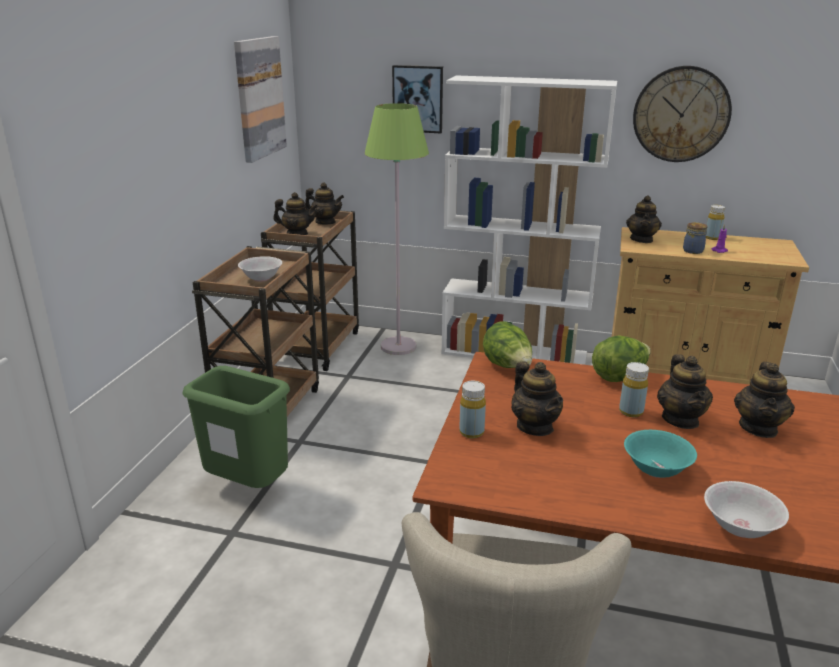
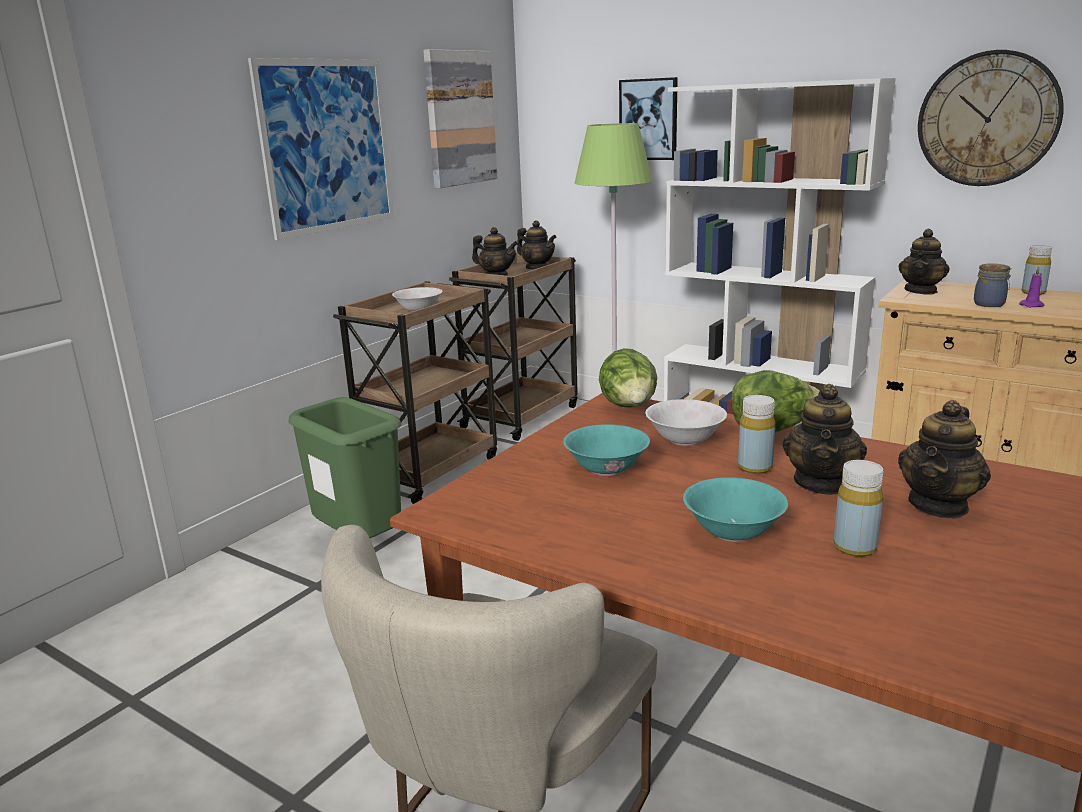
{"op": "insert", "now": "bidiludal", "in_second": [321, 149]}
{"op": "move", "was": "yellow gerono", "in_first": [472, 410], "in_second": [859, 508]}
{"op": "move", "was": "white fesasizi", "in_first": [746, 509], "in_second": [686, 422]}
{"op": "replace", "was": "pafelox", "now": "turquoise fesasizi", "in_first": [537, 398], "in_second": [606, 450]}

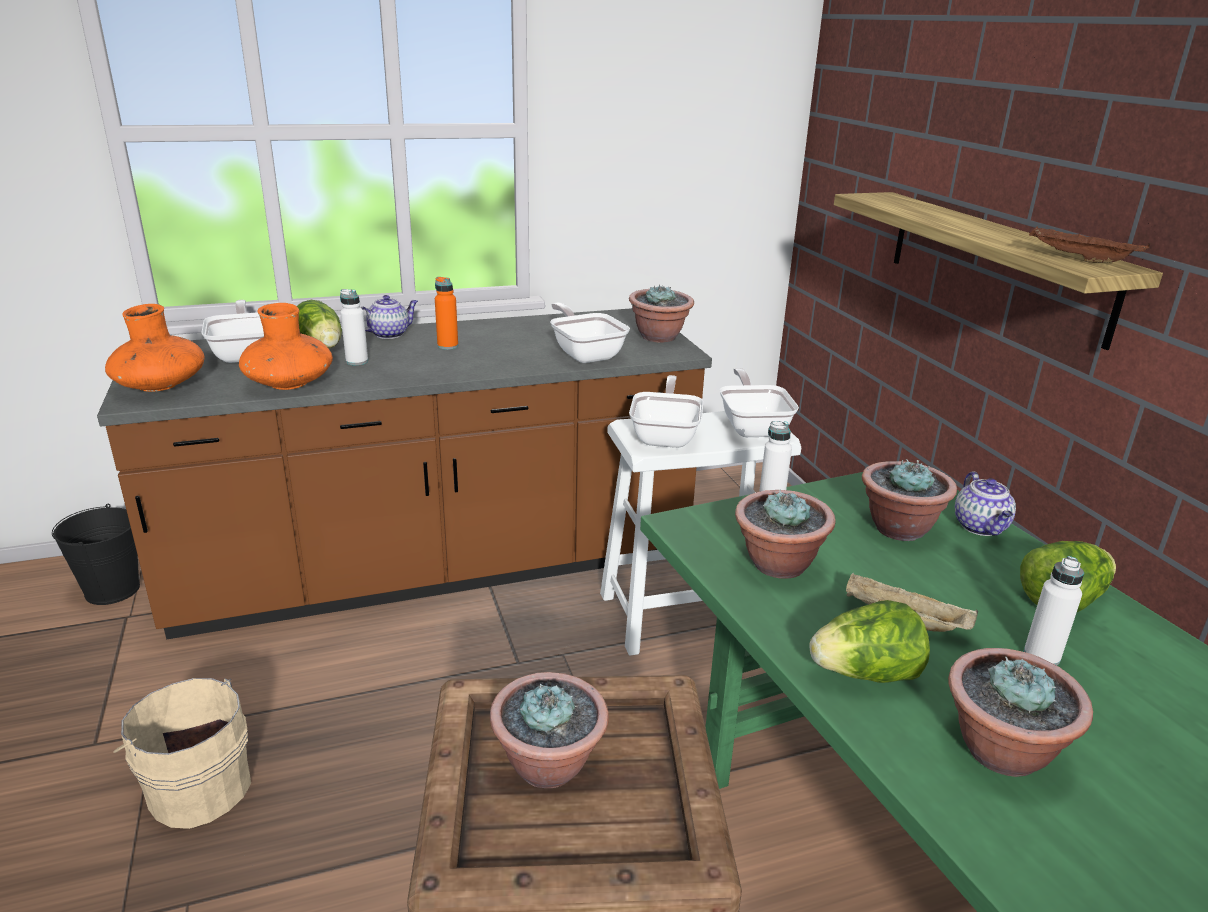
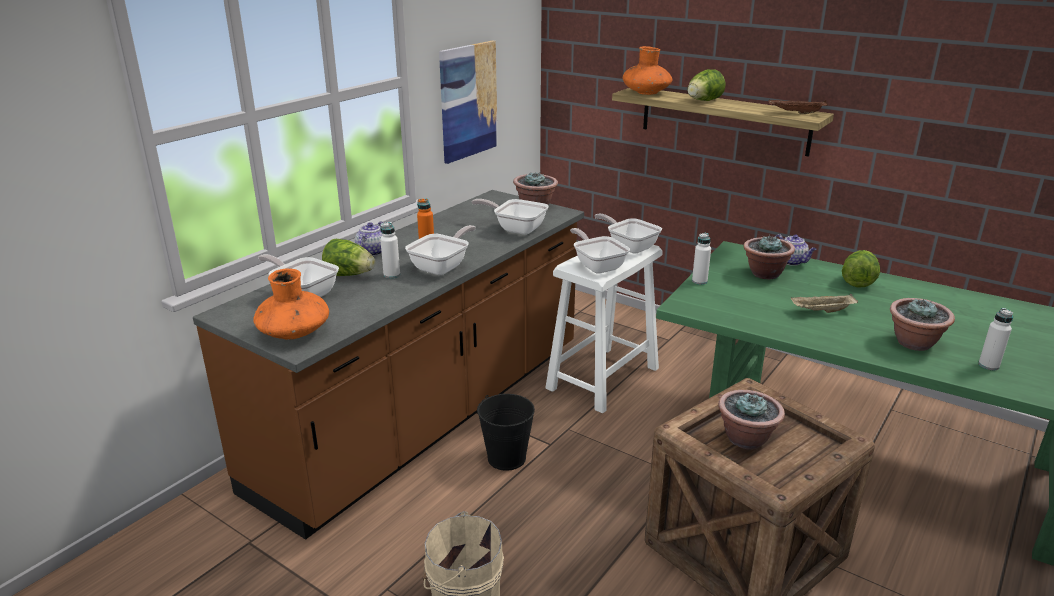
{"op": "delete", "was": "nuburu", "in_first": [785, 534]}
{"op": "insert", "now": "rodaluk", "in_second": [440, 250]}
{"op": "insert", "now": "bidiludal", "in_second": [468, 102]}
{"op": "move", "was": "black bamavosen", "in_first": [96, 554], "in_second": [506, 432]}
{"op": "move", "was": "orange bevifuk", "in_first": [286, 346], "in_second": [648, 70]}
{"op": "move", "was": "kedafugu", "in_first": [869, 641], "in_second": [706, 85]}
{"op": "move", "was": "white gerono", "in_first": [1054, 611], "in_second": [995, 339]}

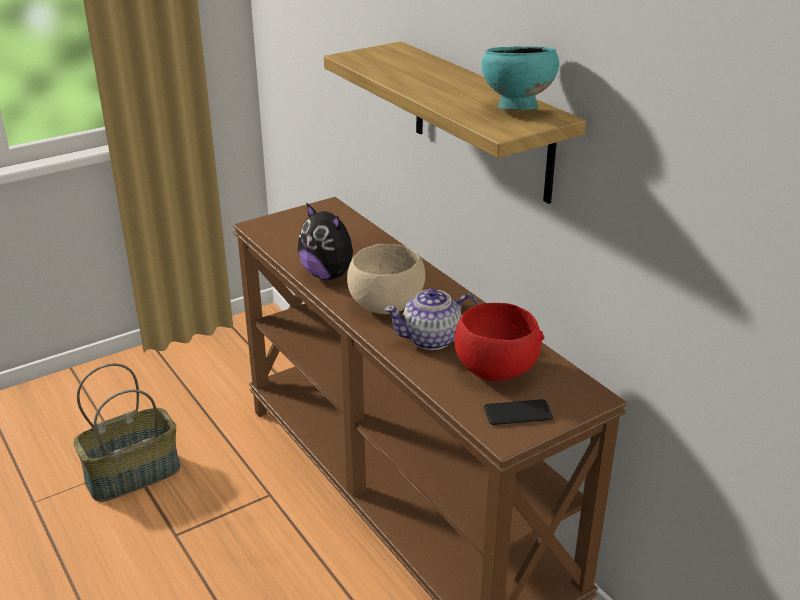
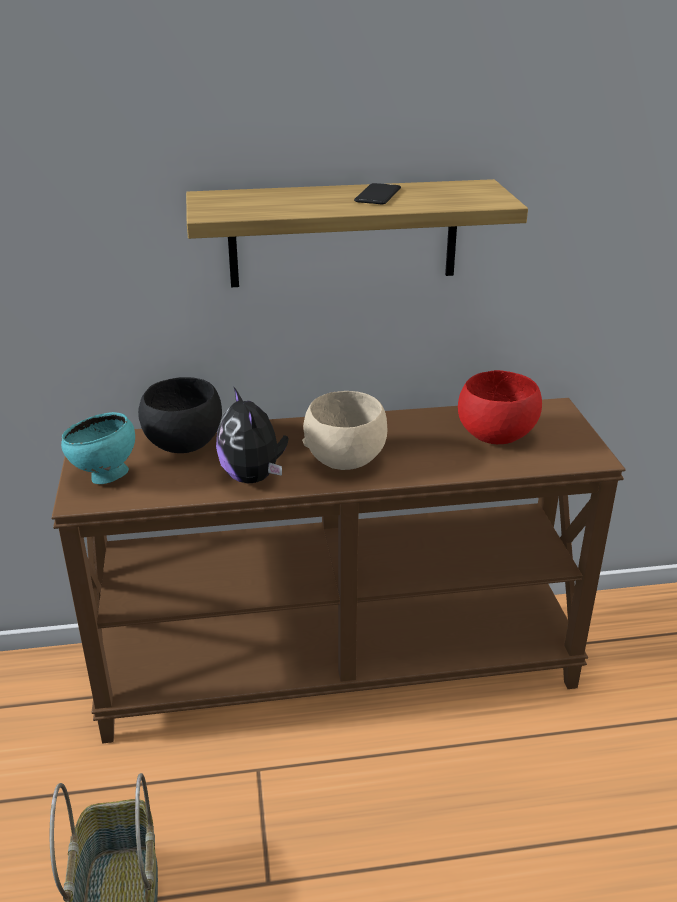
{"op": "delete", "was": "pafelox", "in_first": [431, 319]}
{"op": "insert", "now": "black fesasizi", "in_second": [180, 415]}
{"op": "move", "was": "turquoise fesasizi", "in_first": [520, 78], "in_second": [98, 448]}
{"op": "move", "was": "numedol", "in_first": [518, 412], "in_second": [377, 193]}
{"op": "rotate", "was": "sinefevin", "in_first": [325, 241], "in_second": [252, 434], "clockwise": 90}

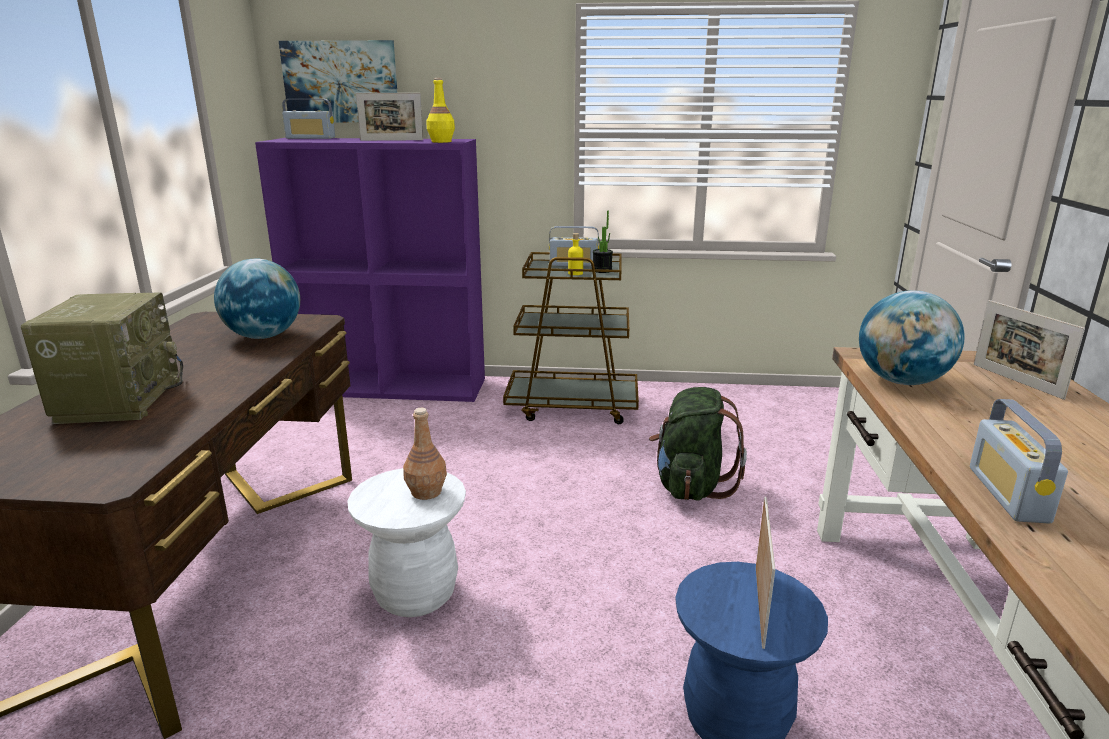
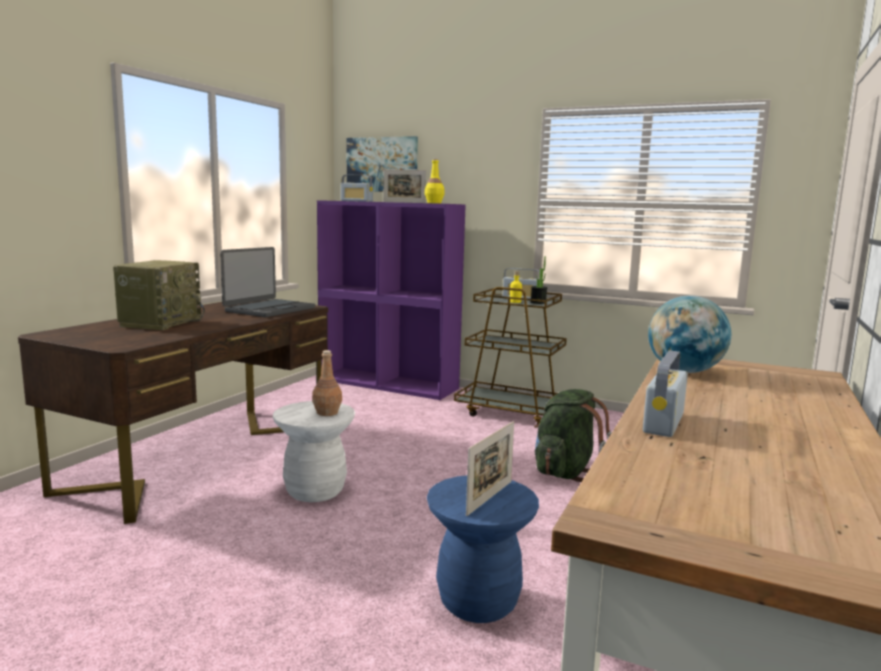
{"op": "delete", "was": "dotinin", "in_first": [1029, 350]}
{"op": "replace", "was": "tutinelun", "now": "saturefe", "in_first": [257, 298], "in_second": [267, 282]}

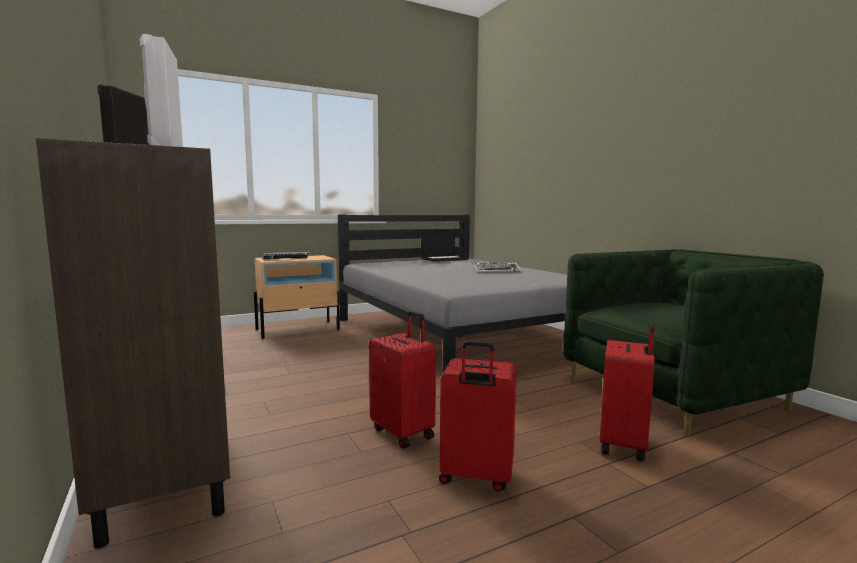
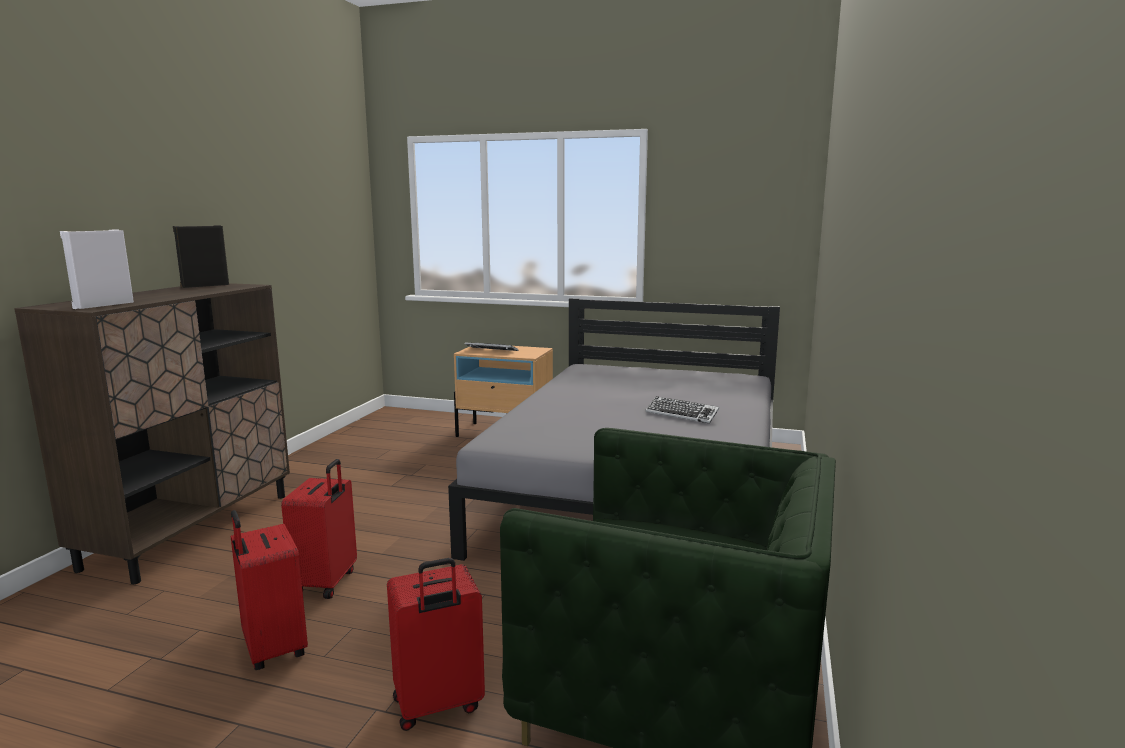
{"op": "delete", "was": "saturefe", "in_first": [445, 245]}

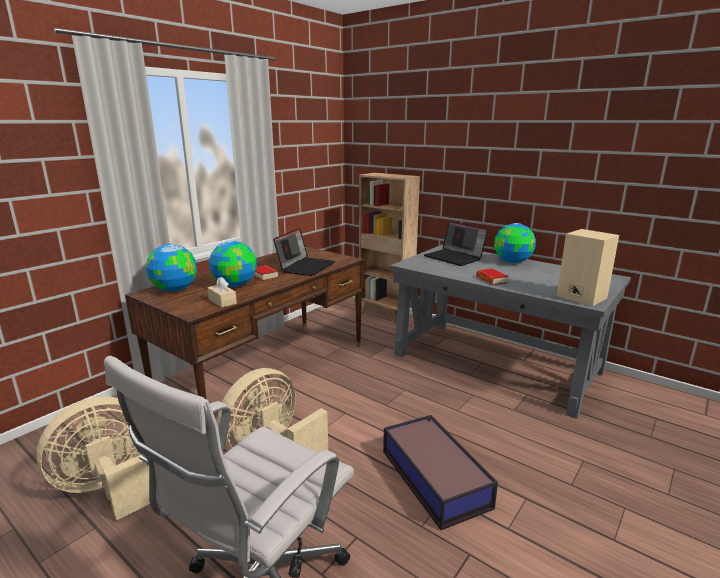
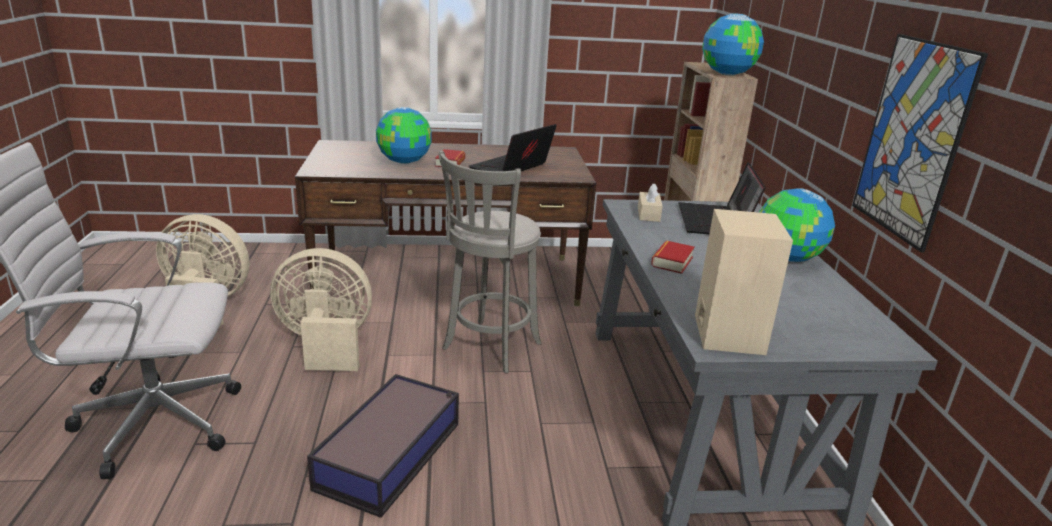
{"op": "insert", "now": "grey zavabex", "in_second": [490, 262]}
{"op": "insert", "now": "bidiludal", "in_second": [920, 143]}
{"op": "move", "was": "tutinelun", "in_first": [171, 268], "in_second": [733, 44]}
{"op": "move", "was": "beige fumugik", "in_first": [222, 292], "in_second": [650, 202]}
{"op": "rotate", "was": "saturefe", "in_first": [304, 252], "in_second": [513, 147], "clockwise": 150}

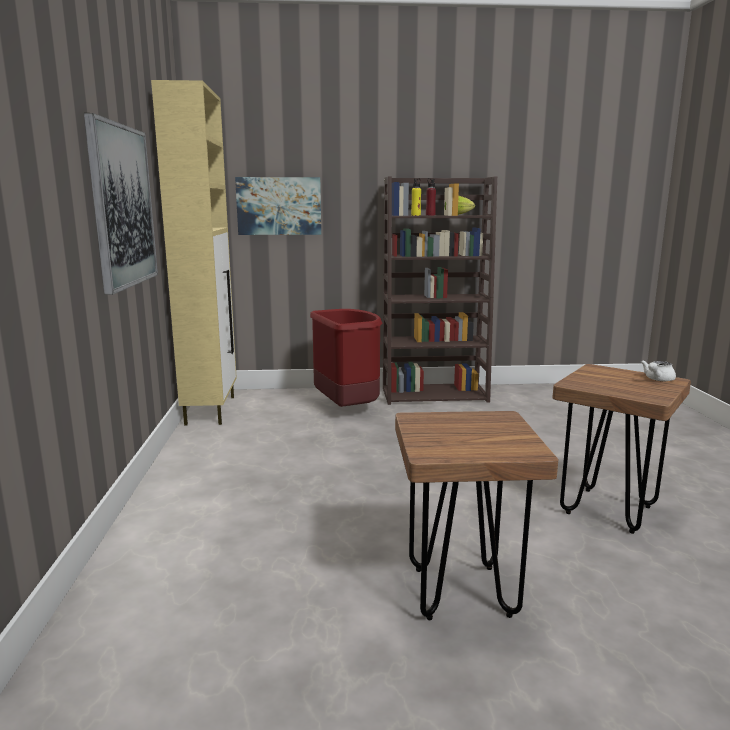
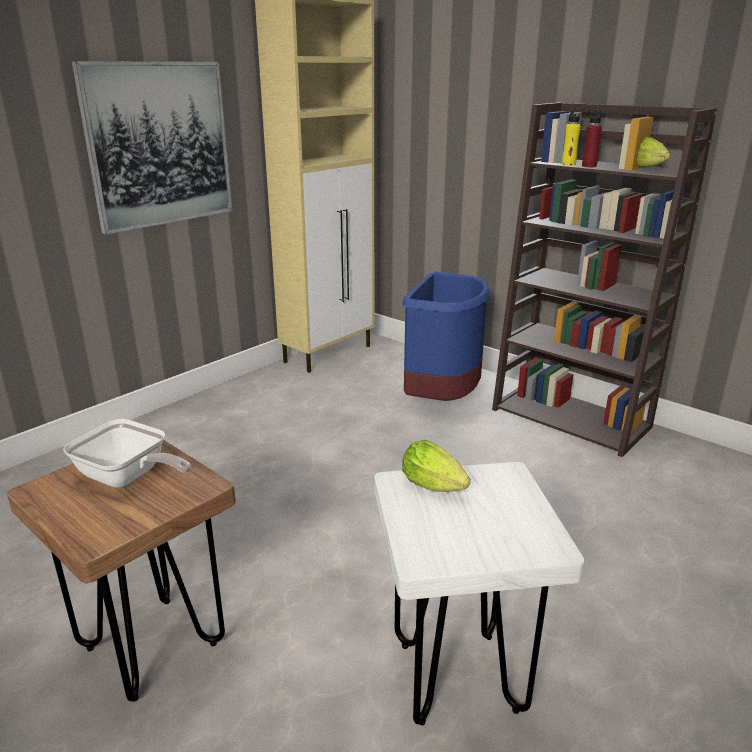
{"op": "delete", "was": "bidiludal", "in_first": [278, 206]}
{"op": "delete", "was": "white pafelox", "in_first": [658, 370]}
{"op": "insert", "now": "rodaluk", "in_second": [127, 453]}
{"op": "insert", "now": "kedafugu", "in_second": [436, 466]}
{"op": "recolor", "was": "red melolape", "now": "blue melolape", "in_first": [346, 358], "in_second": [446, 336]}
{"op": "recolor", "was": "brown zavabex", "now": "white zavabex", "in_first": [621, 449], "in_second": [479, 593]}

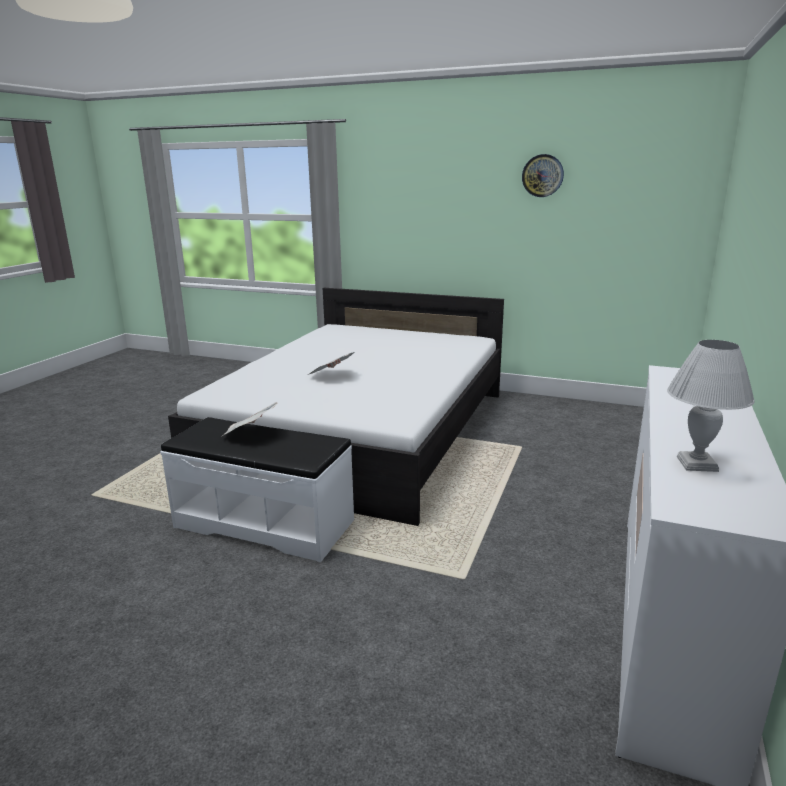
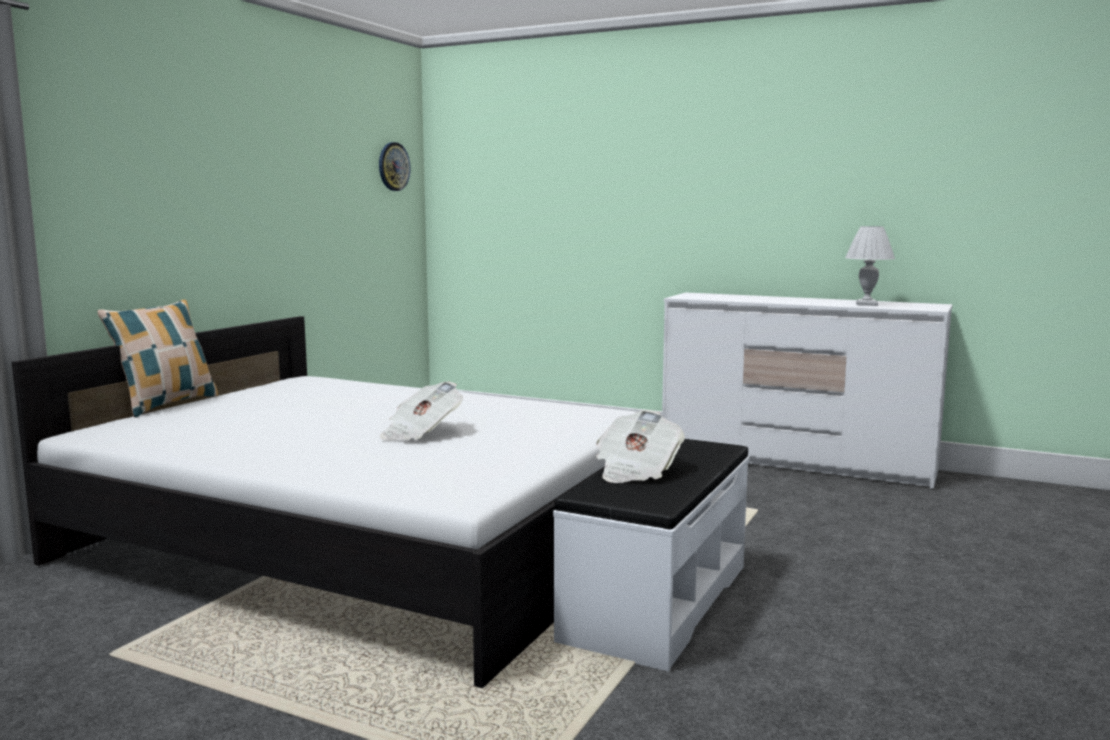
{"op": "insert", "now": "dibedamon", "in_second": [157, 358]}
{"op": "move", "was": "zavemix", "in_first": [543, 175], "in_second": [395, 166]}

